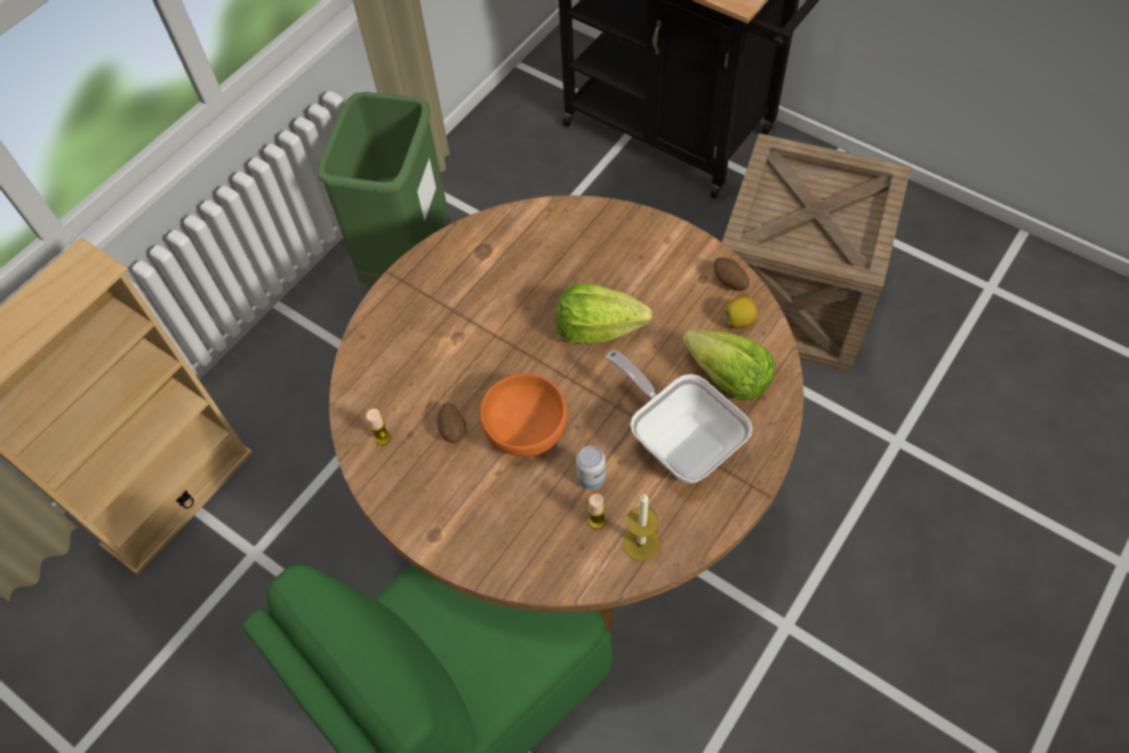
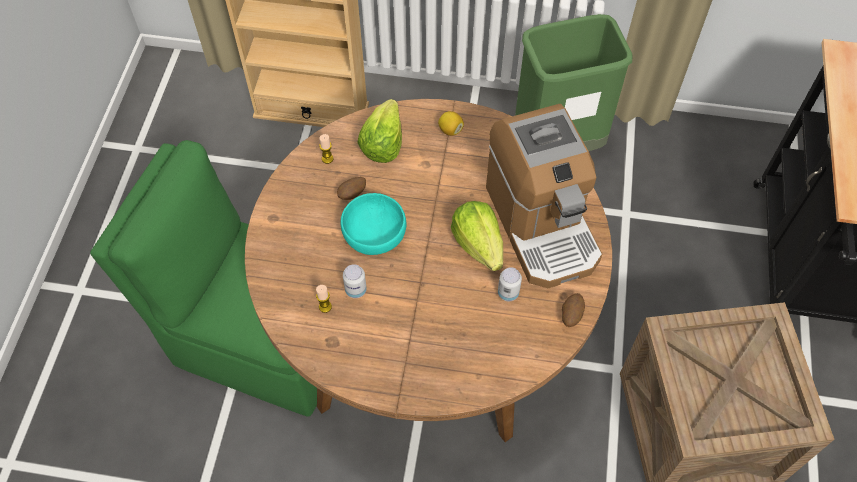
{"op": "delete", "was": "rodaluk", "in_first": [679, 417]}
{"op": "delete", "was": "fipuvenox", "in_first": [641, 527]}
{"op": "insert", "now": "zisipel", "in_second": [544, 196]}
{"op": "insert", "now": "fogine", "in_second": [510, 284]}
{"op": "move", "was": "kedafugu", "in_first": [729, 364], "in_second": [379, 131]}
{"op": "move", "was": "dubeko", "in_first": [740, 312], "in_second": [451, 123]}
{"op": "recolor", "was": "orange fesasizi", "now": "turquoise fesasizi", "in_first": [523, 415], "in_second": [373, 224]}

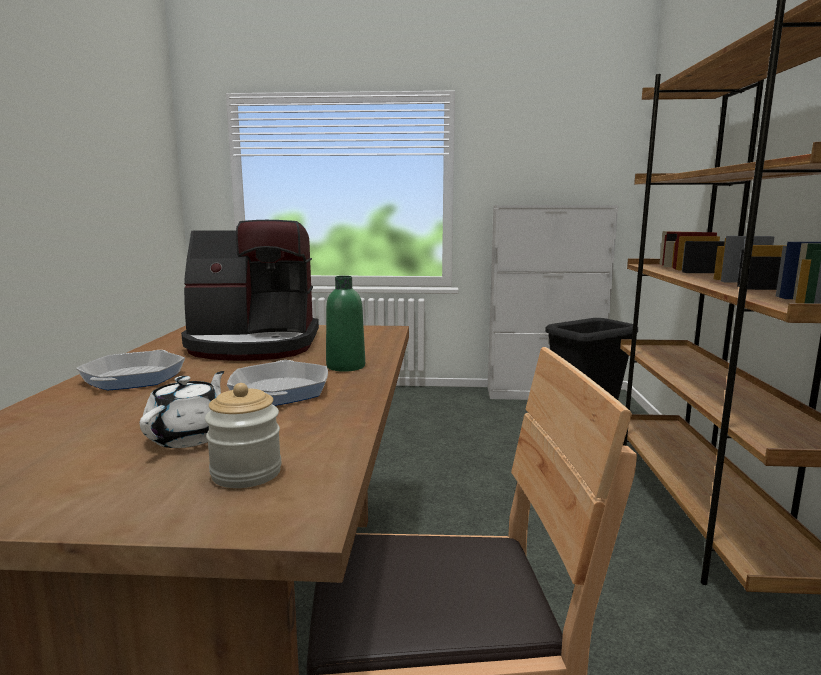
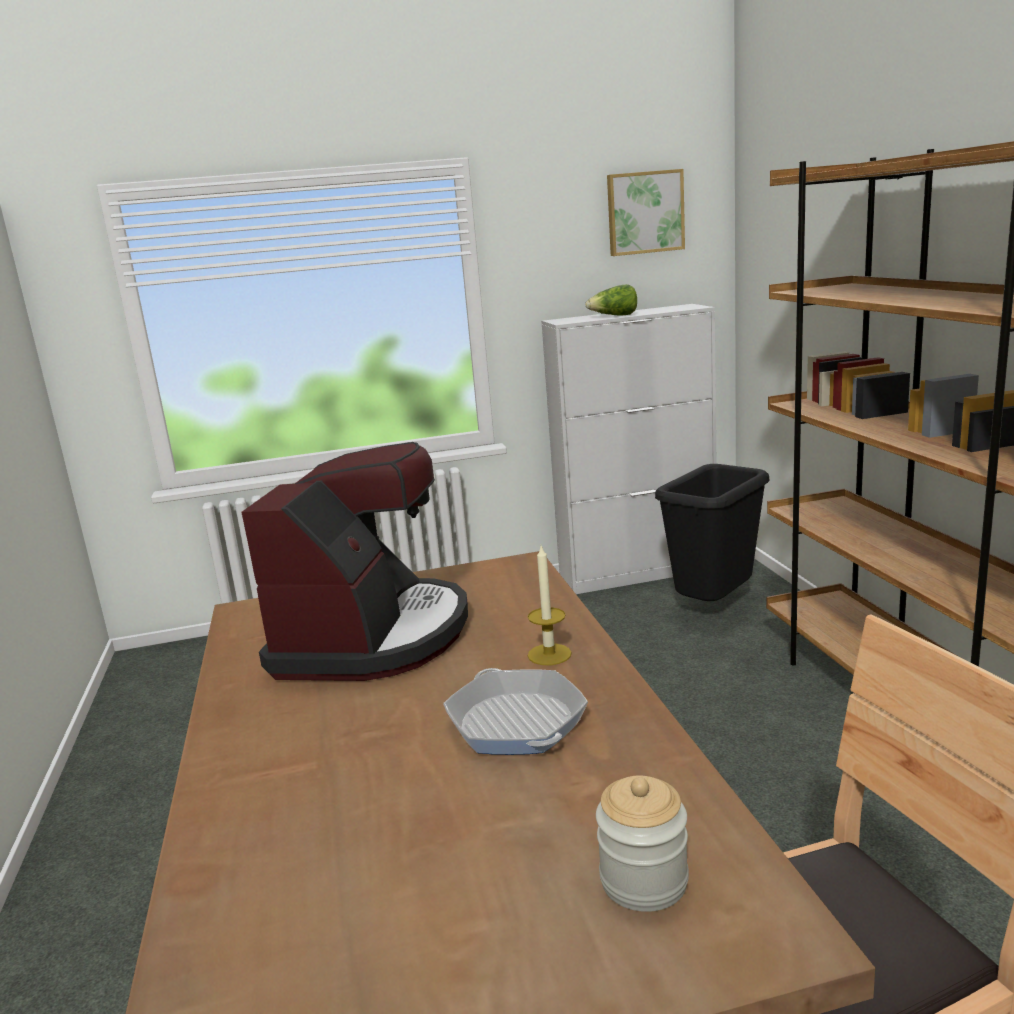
{"op": "delete", "was": "rodaluk", "in_first": [130, 370]}
{"op": "delete", "was": "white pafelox", "in_first": [182, 409]}
{"op": "insert", "now": "kedafugu", "in_second": [611, 300]}
{"op": "insert", "now": "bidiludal", "in_second": [646, 212]}
{"op": "replace", "was": "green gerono", "now": "fipuvenox", "in_first": [345, 324], "in_second": [550, 605]}
{"op": "rotate", "was": "zisipel", "in_first": [250, 290], "in_second": [354, 561], "clockwise": -60}

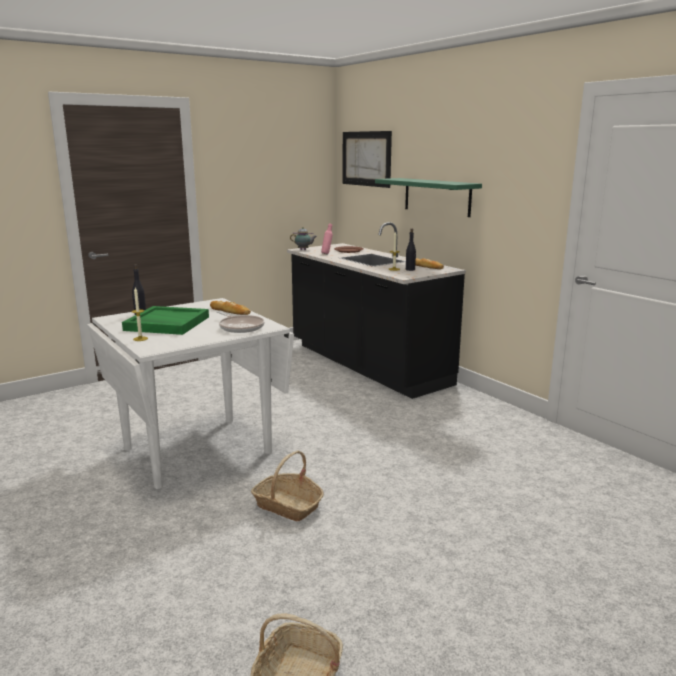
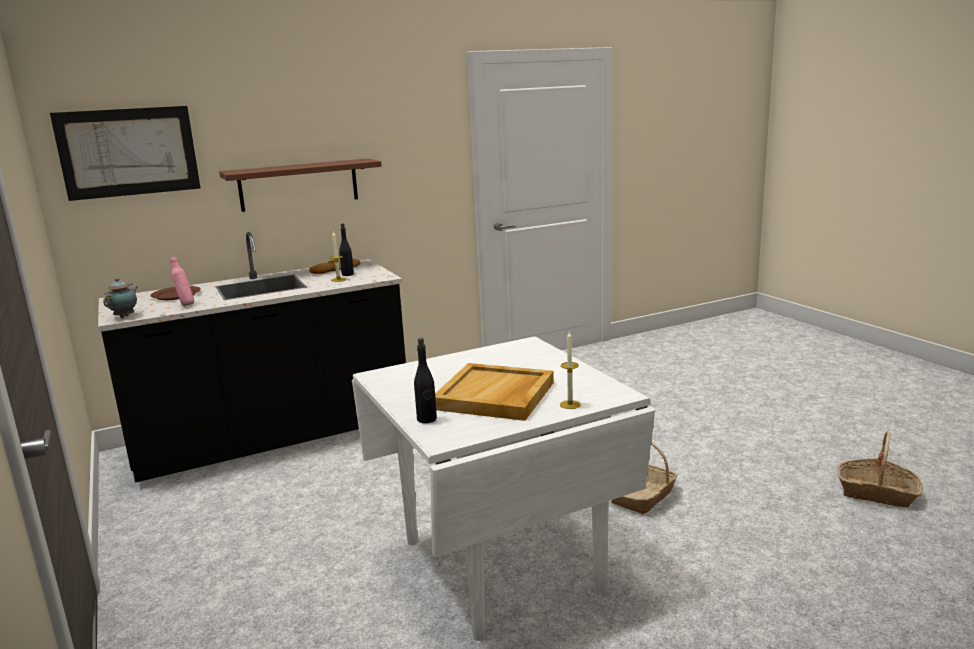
{"op": "delete", "was": "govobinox", "in_first": [230, 308]}
{"op": "delete", "was": "rodaluk", "in_first": [241, 322]}
{"op": "recolor", "was": "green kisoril", "now": "beige kisoril", "in_first": [165, 320], "in_second": [494, 392]}
{"op": "recolor", "was": "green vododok", "now": "brown vododok", "in_first": [428, 197], "in_second": [300, 185]}

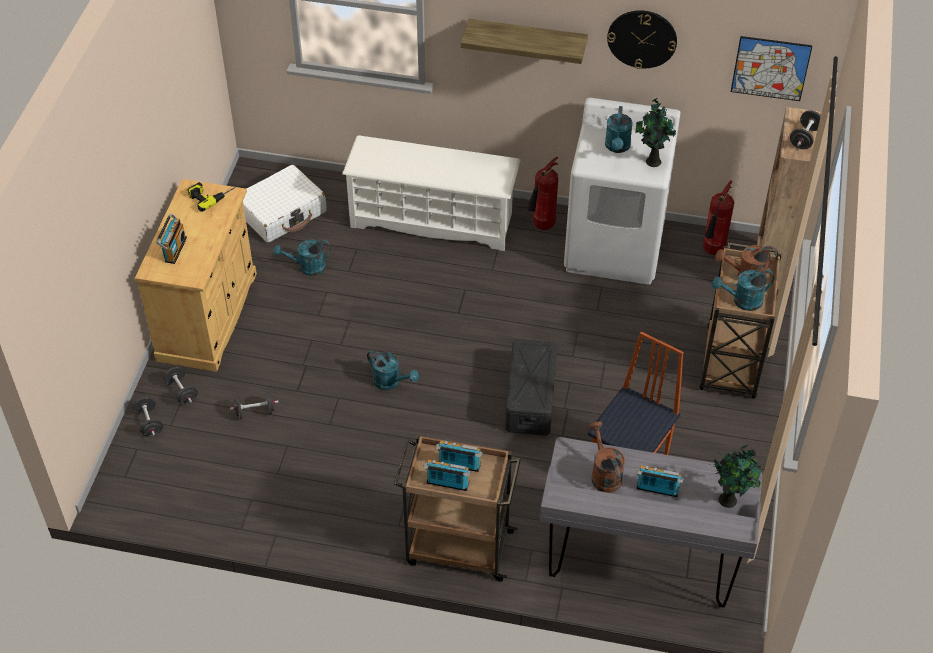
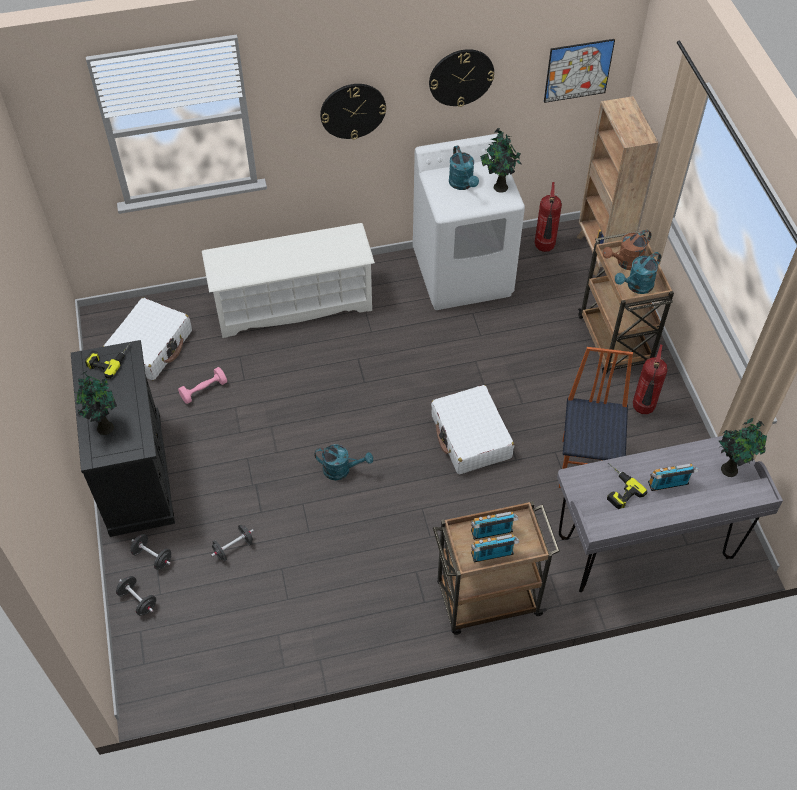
{"op": "delete", "was": "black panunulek", "in_first": [805, 129]}
{"op": "move", "was": "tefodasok", "in_first": [542, 193], "in_second": [650, 379]}
{"op": "replace", "was": "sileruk", "now": "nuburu", "in_first": [171, 238], "in_second": [96, 402]}
{"op": "replace", "was": "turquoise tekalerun", "now": "pink panunulek", "in_first": [302, 257], "in_second": [202, 385]}
{"op": "replace", "was": "vododok", "now": "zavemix", "in_first": [524, 41], "in_second": [353, 112]}
{"op": "replace", "was": "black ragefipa", "now": "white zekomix", "in_first": [531, 387], "in_second": [472, 430]}
{"op": "replace", "was": "brown tekalerun", "now": "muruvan", "in_first": [607, 457], "in_second": [627, 486]}
{"op": "recolor", "was": "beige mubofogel", "now": "black mubofogel", "in_first": [196, 275], "in_second": [123, 438]}

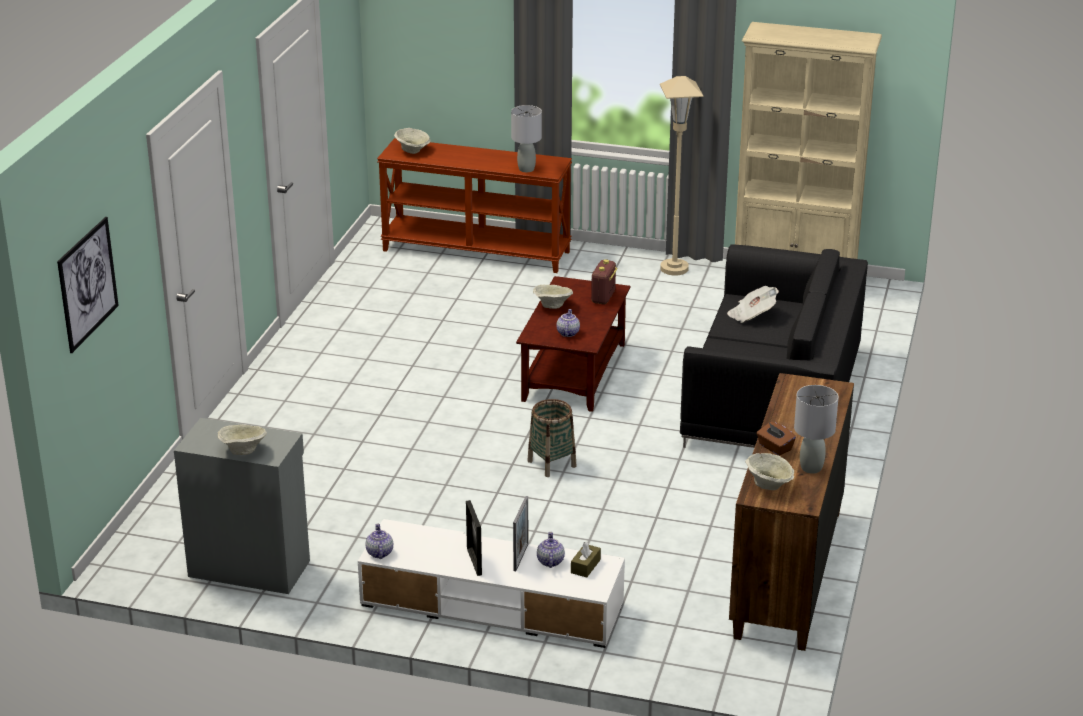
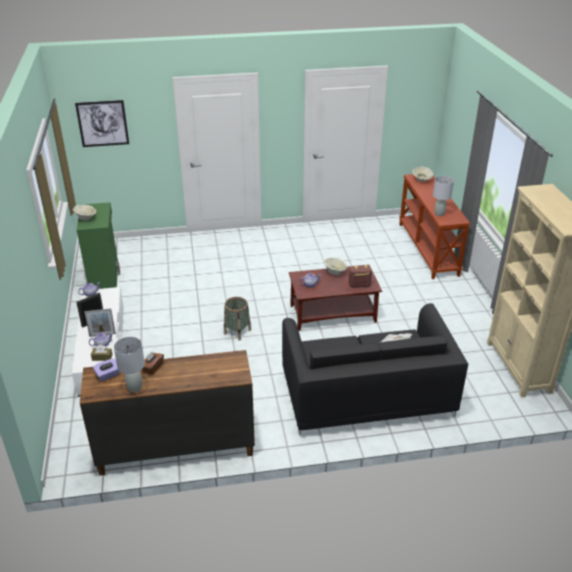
{"op": "delete", "was": "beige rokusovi", "in_first": [681, 176]}
{"op": "replace", "was": "beige fesasizi", "now": "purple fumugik", "in_first": [769, 471], "in_second": [106, 370]}
{"op": "recolor", "was": "grey mubofogel", "now": "green mubofogel", "in_first": [242, 506], "in_second": [98, 245]}

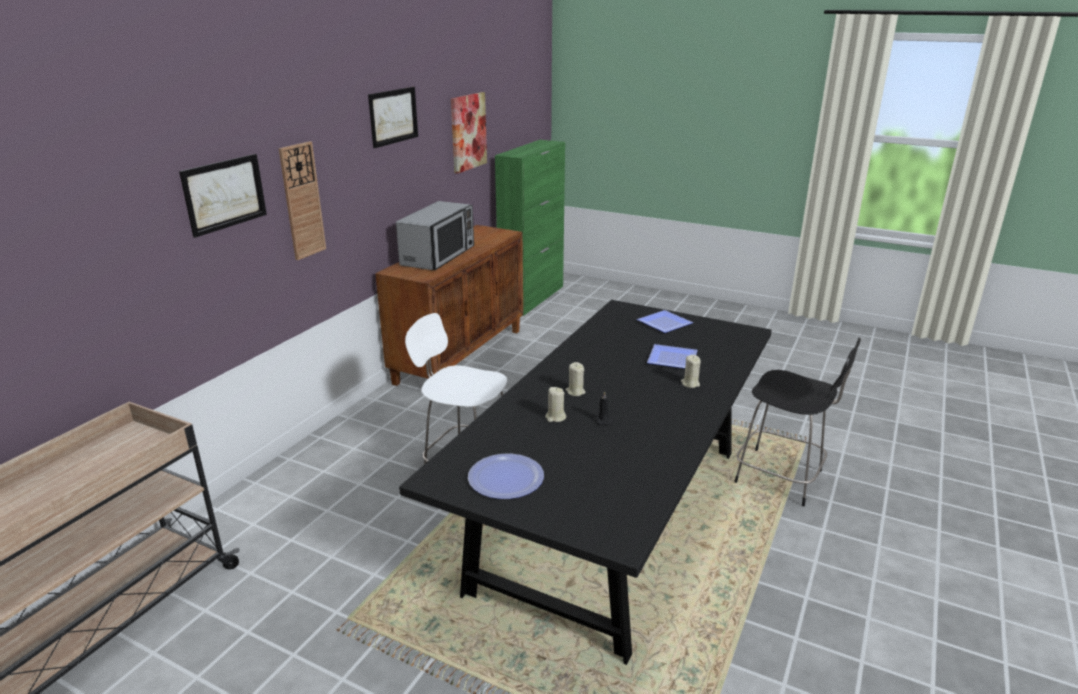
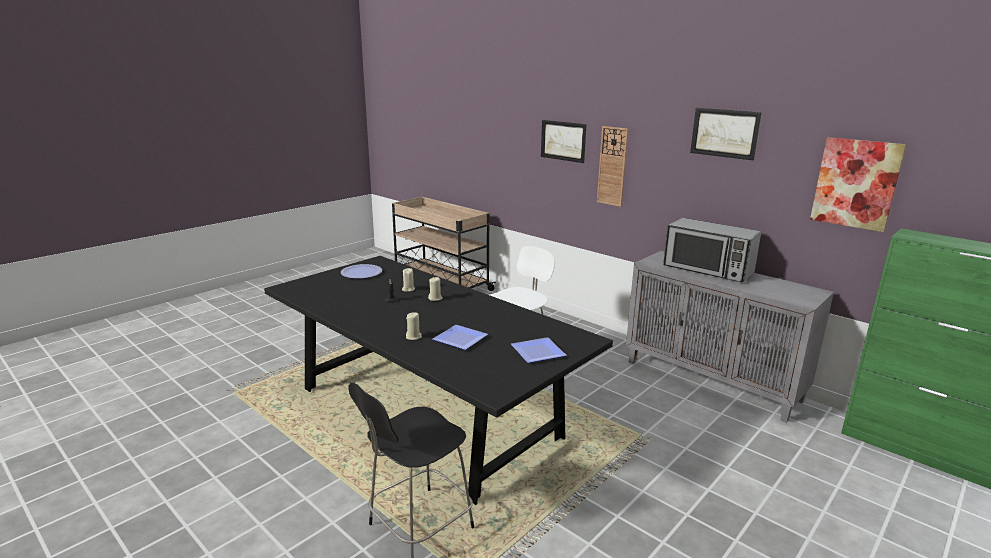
{"op": "recolor", "was": "brown mubofogel", "now": "grey mubofogel", "in_first": [449, 305], "in_second": [730, 337]}

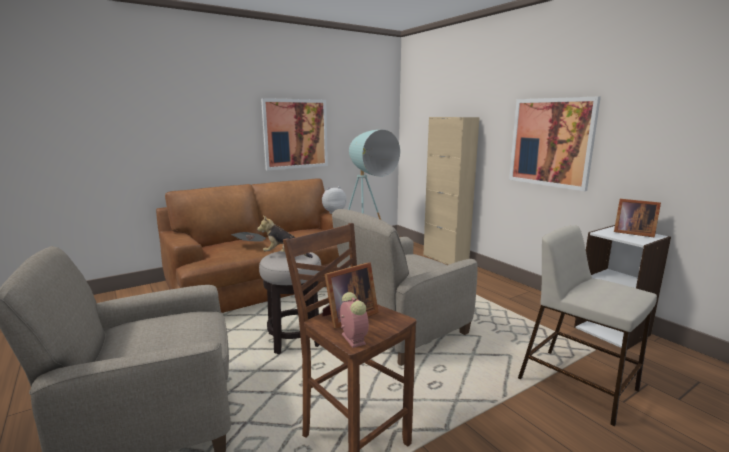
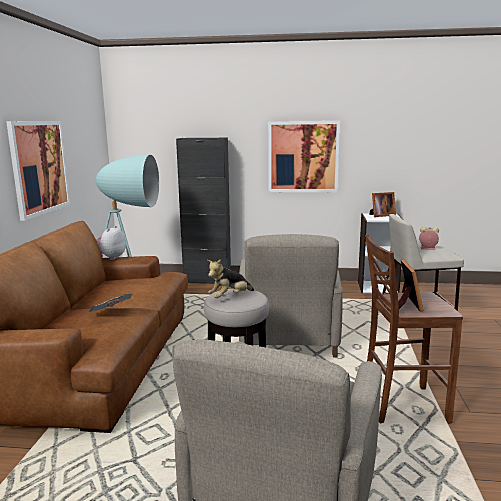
{"op": "move", "was": "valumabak", "in_first": [354, 320], "in_second": [429, 238]}
{"op": "recolor", "was": "beige mubofogel", "now": "black mubofogel", "in_first": [451, 191], "in_second": [203, 211]}

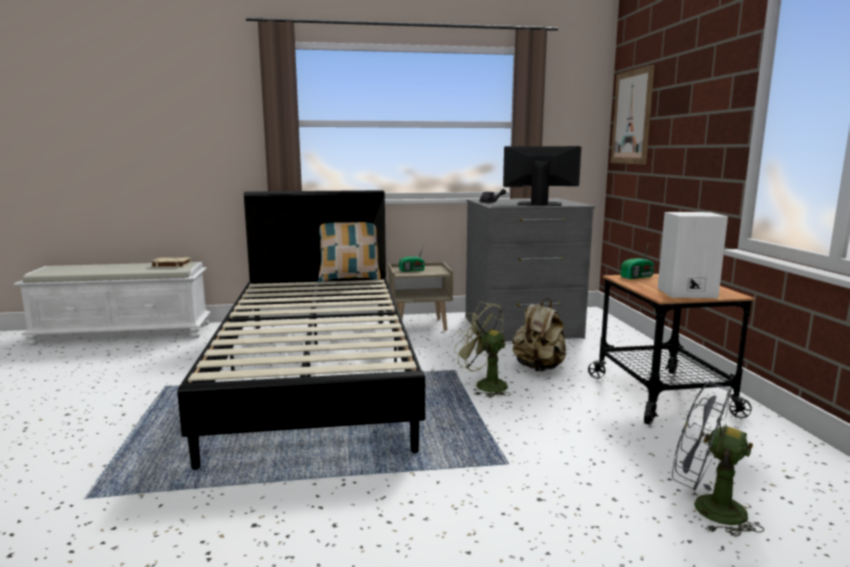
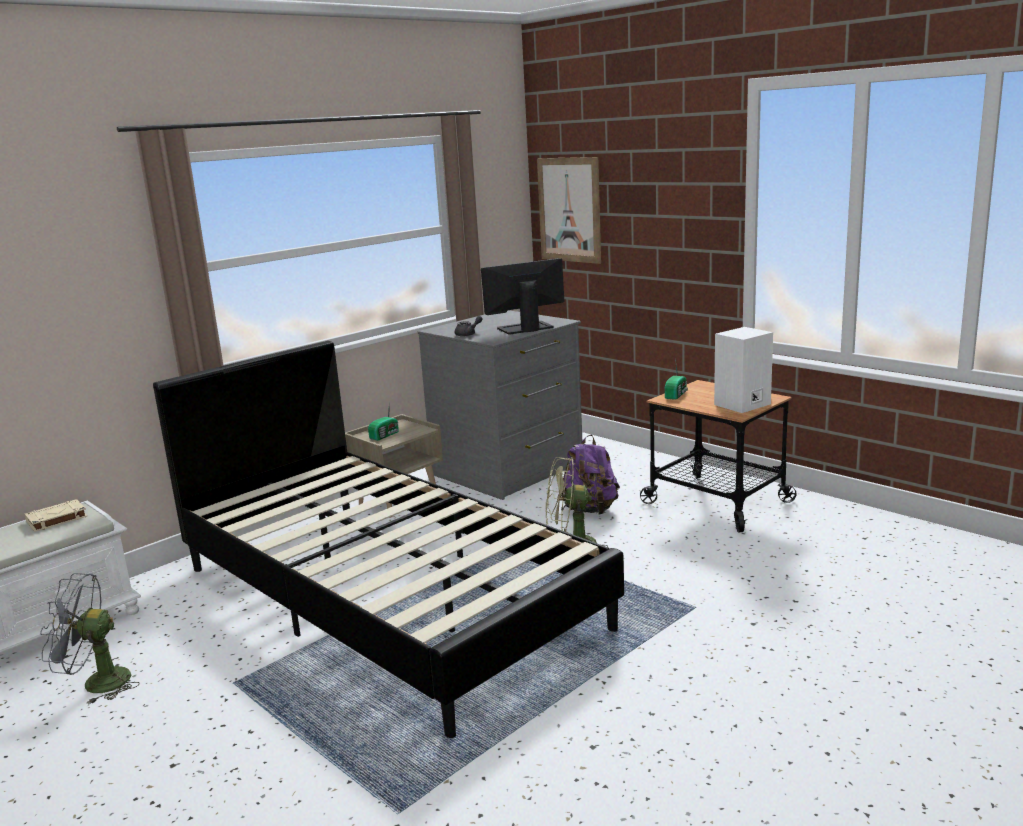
{"op": "delete", "was": "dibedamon", "in_first": [349, 252]}
{"op": "move", "was": "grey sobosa", "in_first": [718, 459], "in_second": [90, 639]}
{"op": "recolor", "was": "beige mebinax", "now": "purple mebinax", "in_first": [539, 334], "in_second": [590, 475]}

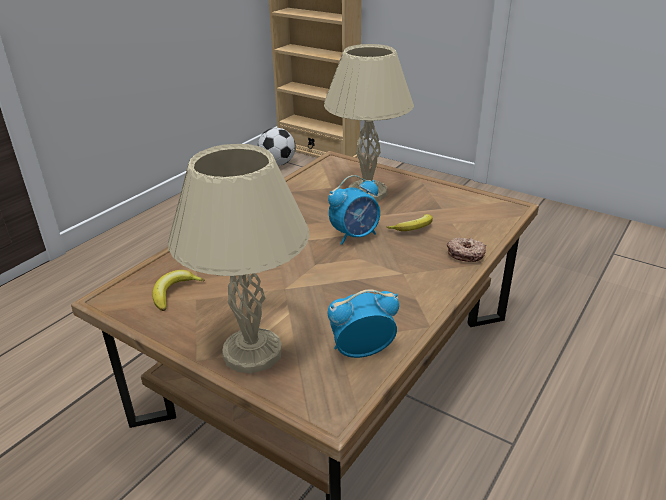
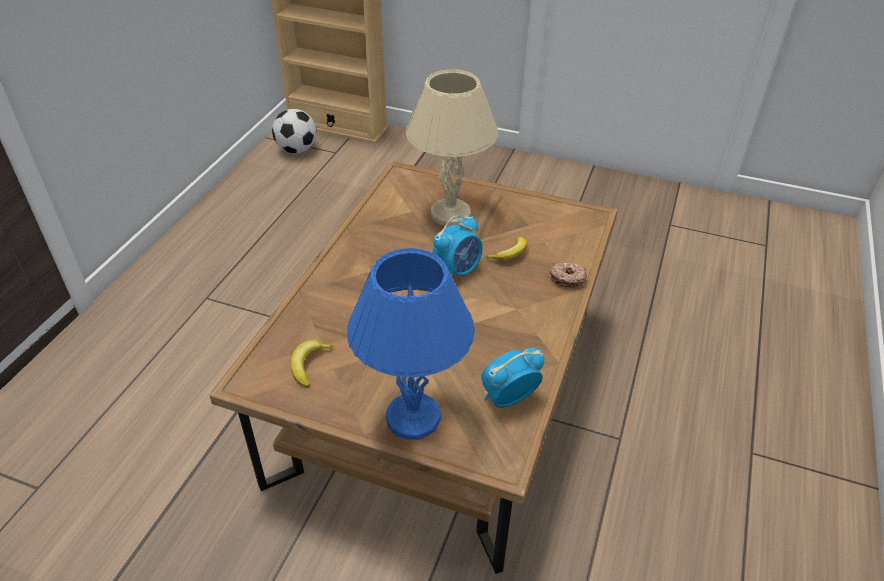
{"op": "recolor", "was": "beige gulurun", "now": "blue gulurun", "in_first": [238, 259], "in_second": [411, 344]}

